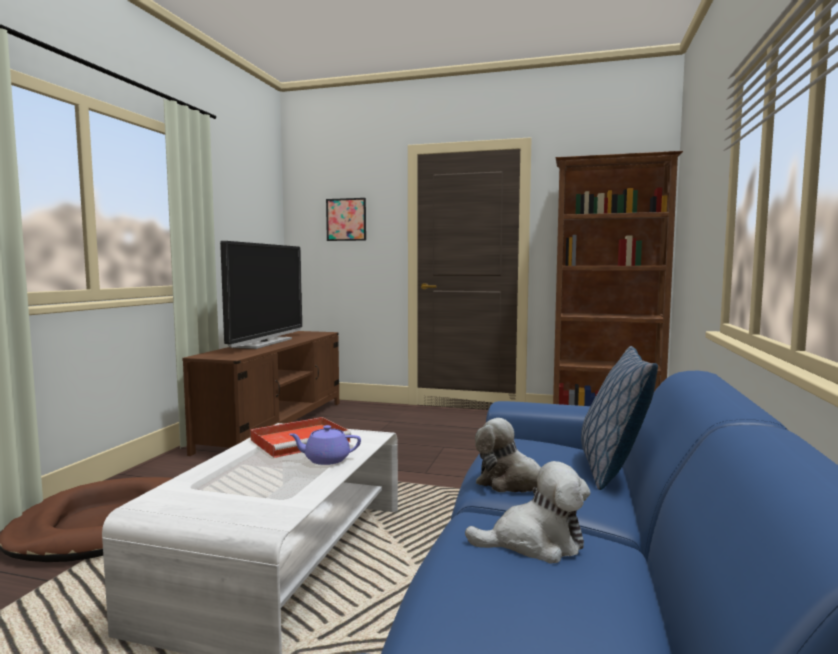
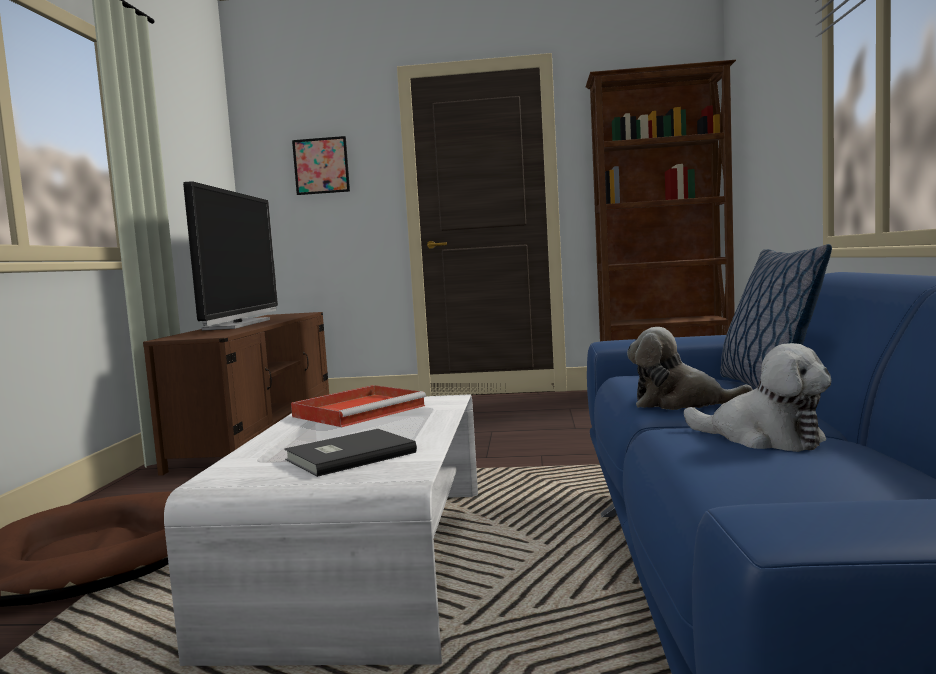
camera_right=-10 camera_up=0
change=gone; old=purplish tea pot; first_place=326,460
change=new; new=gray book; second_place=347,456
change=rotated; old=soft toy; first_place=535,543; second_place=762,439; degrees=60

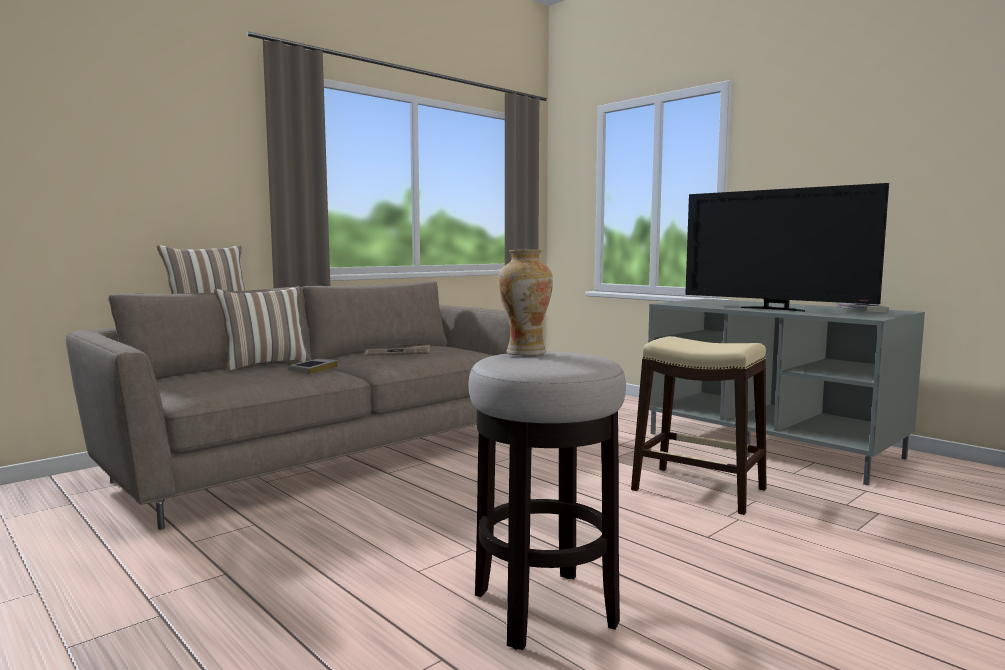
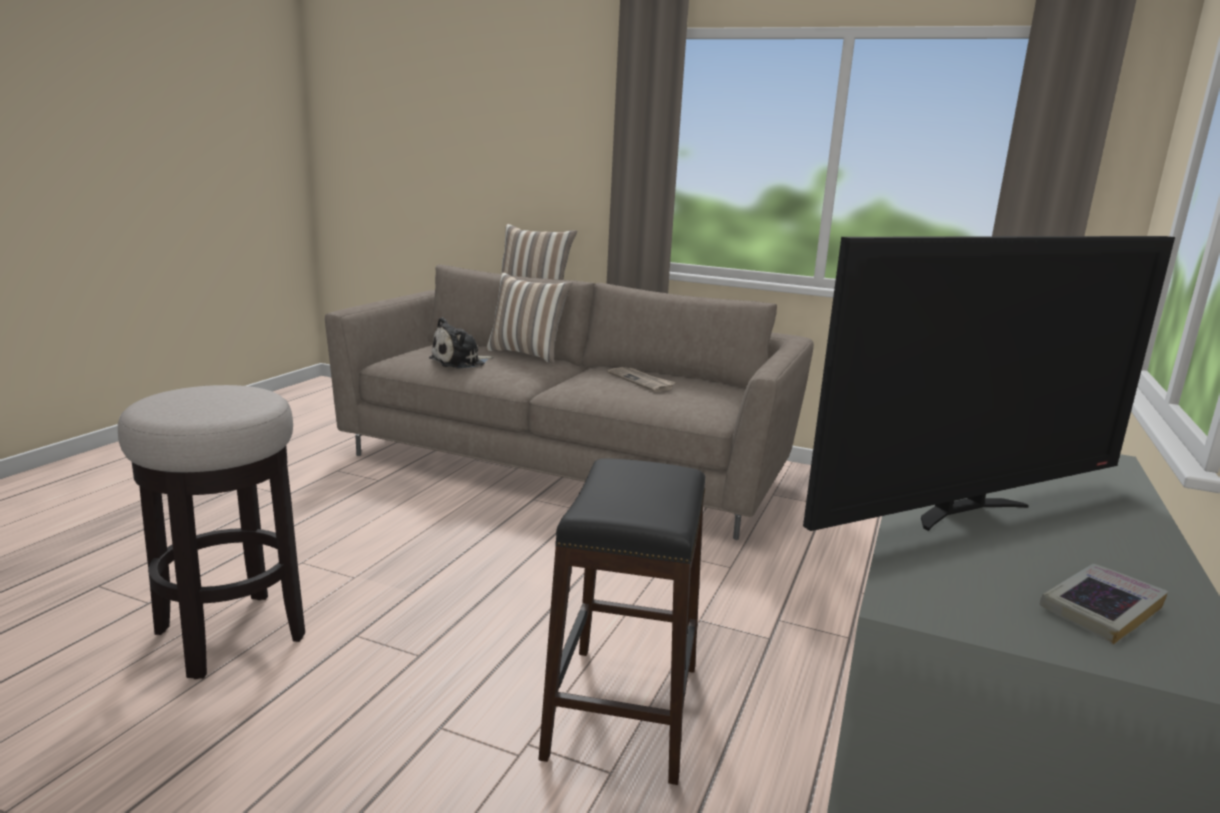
camera_right=65 camera_up=10
change=gone; old=book; first_place=313,370
change=gone; old=vase; first_place=524,353
change=new; new=soft toy; second_place=460,362
change=repainted; old=beige-coloured stool seat; new=black-coloured stool seat; first_place=698,489; second_place=625,710
change=rotated; old=TV; first_place=774,309; second_place=966,511; degrees=-135

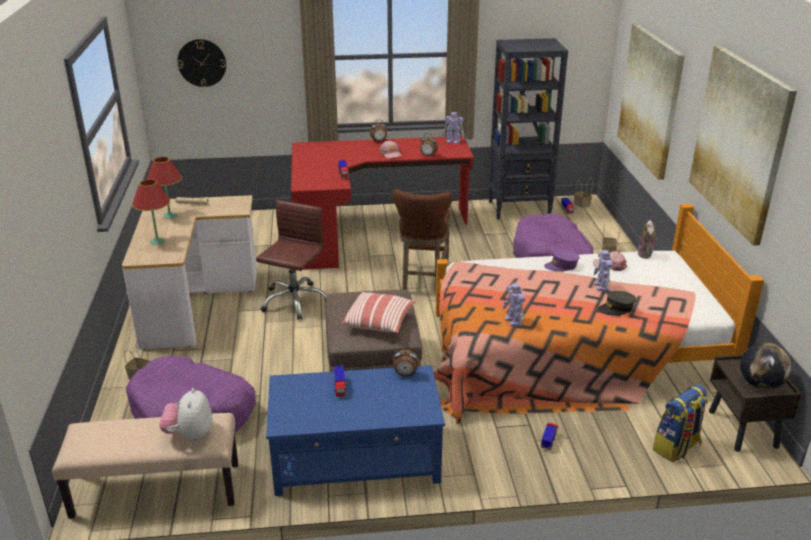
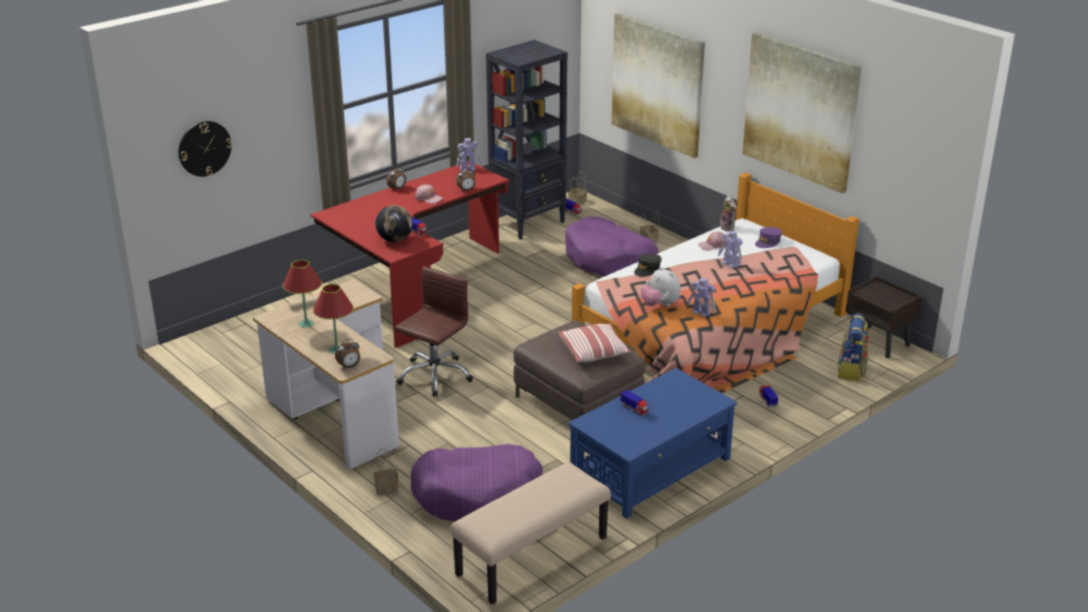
camera_right=-35 camera_up=0
change=gone; old=brown stool seat; first_place=423,281
change=shifted; old=soft toy; first_place=190,434; second_place=660,305
change=shifted; old=table clock; first_place=405,375; second_place=349,366
change=shifted; old=purplish peaked cap; first_place=561,266; second_place=768,242
change=shifted; old=gray peaked cap; first_place=616,309; second_place=647,269
change=shifted; old=globe; first_place=760,384; second_place=395,240
change=rotated; old=brown computer chair; first_place=294,301; second_place=434,375; degrees=45

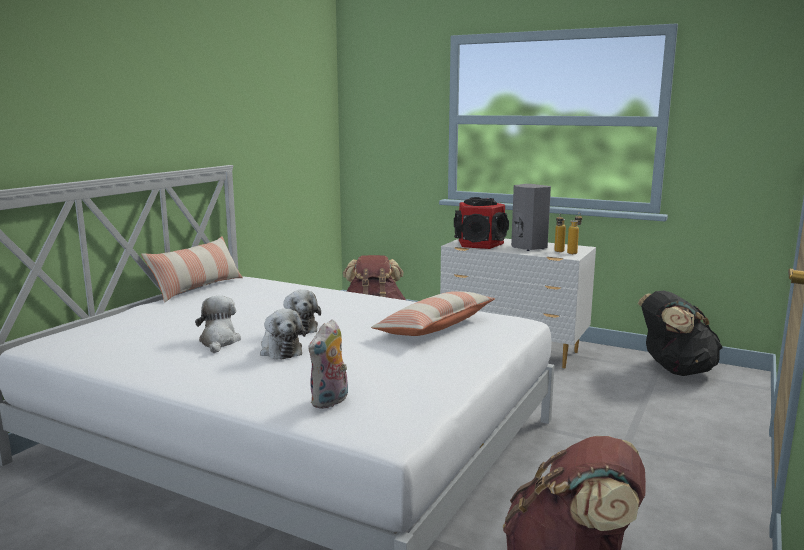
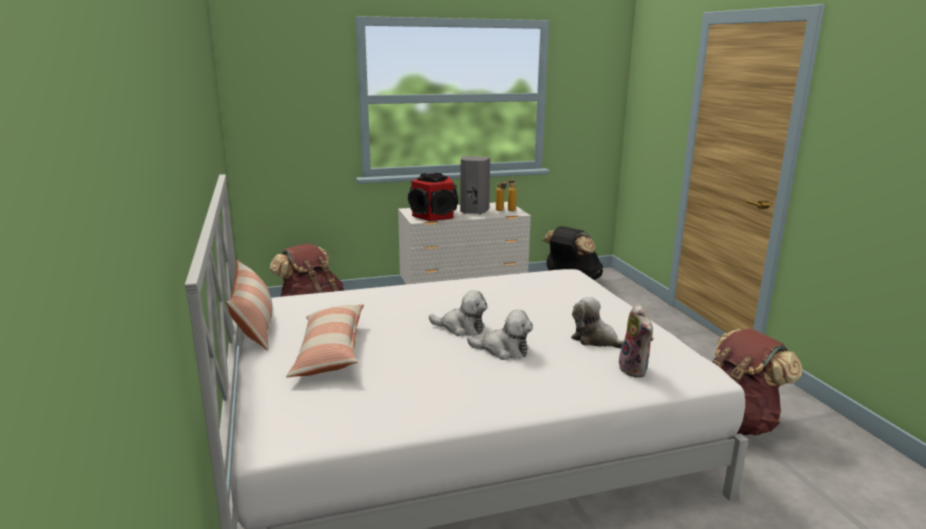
camera_right=-45 camera_up=5
change=shifted; old=soft toy; first_place=219,342; second_place=596,340
change=shifted; old=throw pillow; first_place=435,327; second_place=330,352

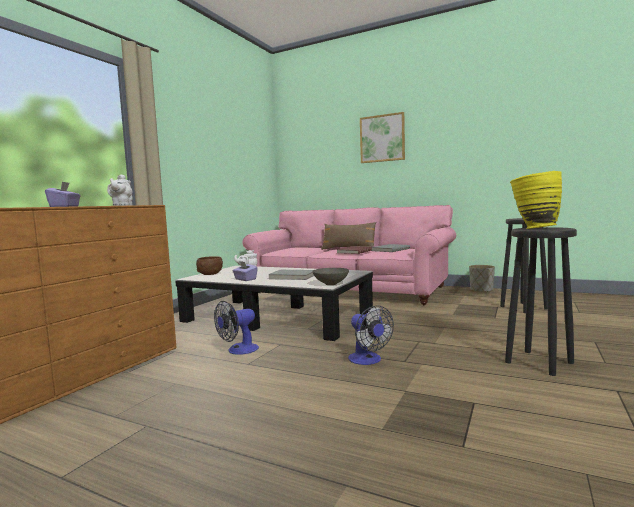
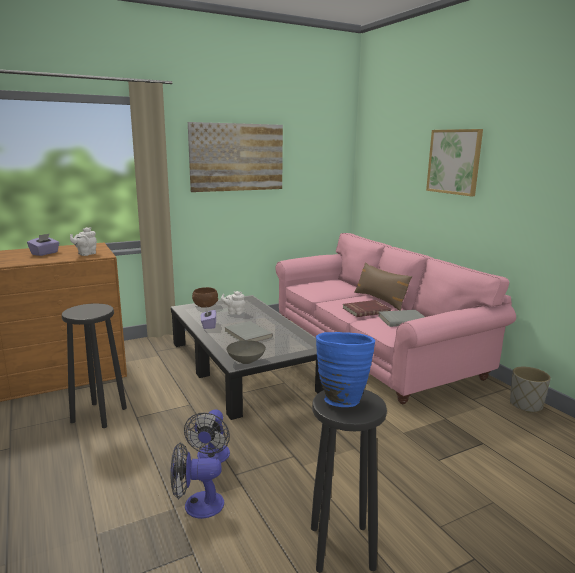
camera_right=35 camera_up=10
change=new; new=wall art; second_place=237,157
change=shifted; old=cooling fan; first_place=238,350; second_place=196,505
change=shifted; old=black-coloured stool seat; first_place=524,307; second_place=99,415
change=repainted; old=yellow vase; new=bluish vase; first_place=534,228; second_place=341,398

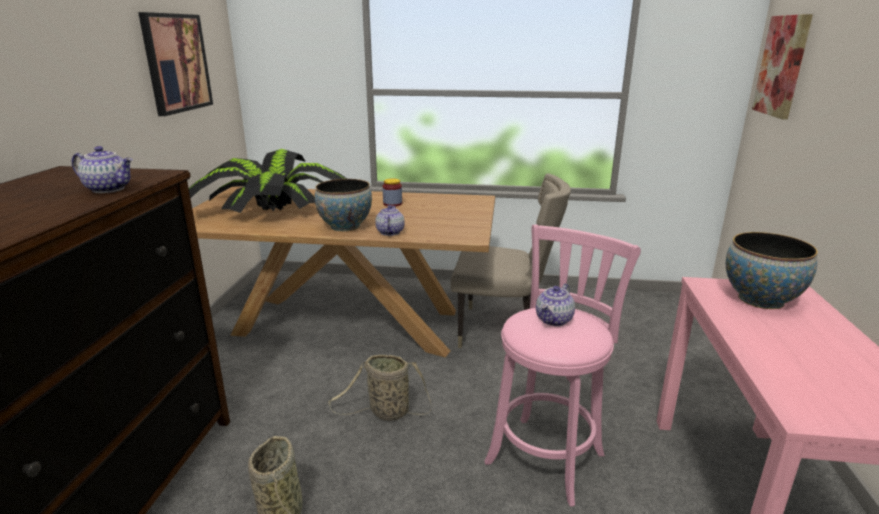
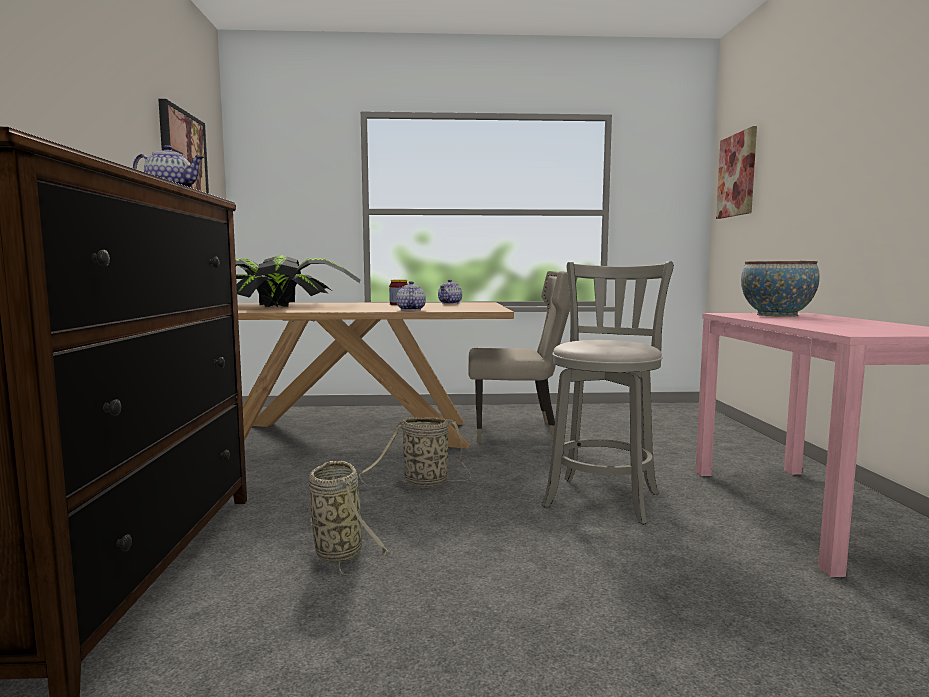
camera_right=-10 camera_up=-15
change=gone; old=serving bowl; first_place=345,226
change=shifted; old=tea pot; first_place=554,320; second_place=450,303
change=repainted; old=pink stool seat; new=gray stool seat; first_place=547,455; second_place=603,497

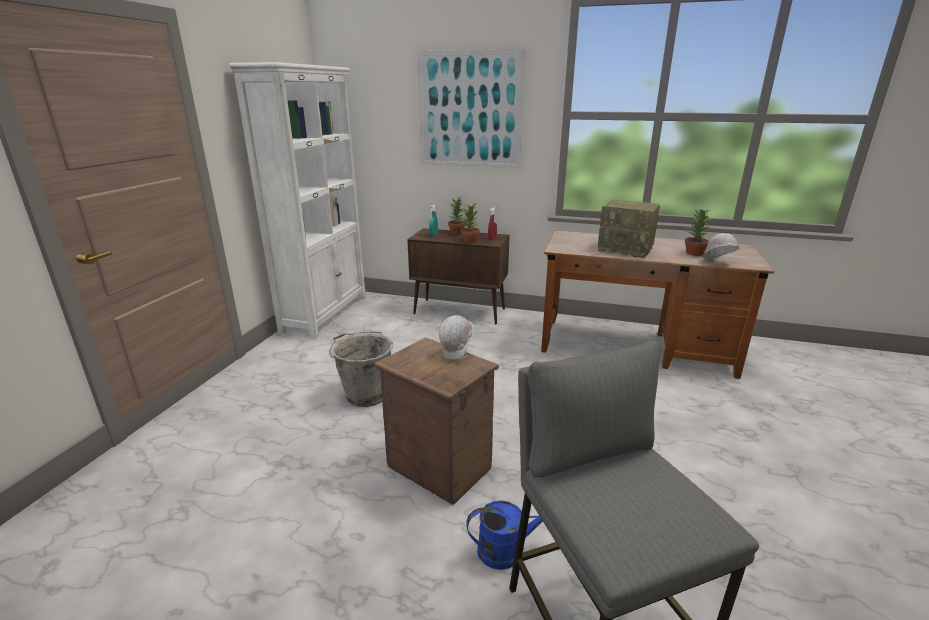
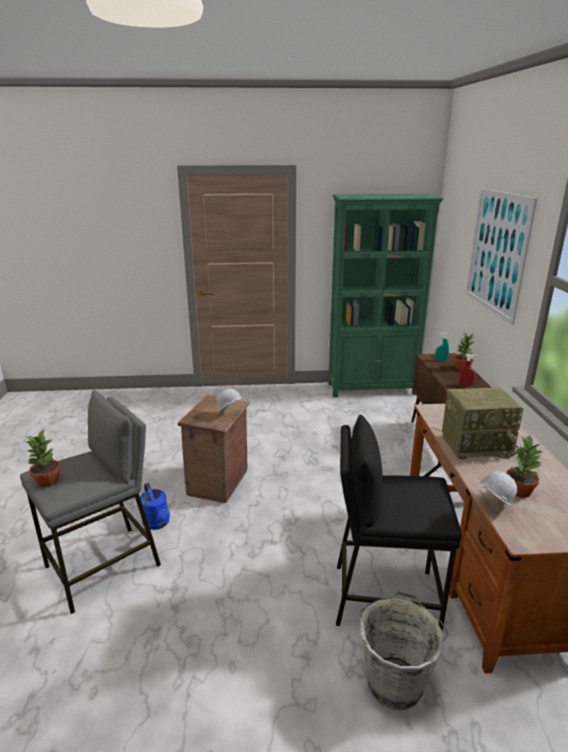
camera_right=70 camera_up=0
change=new; new=black-coloured stool seat; second_place=384,597
change=shifted; old=gray bucket; first_place=365,394; second_place=395,681
change=shifted; old=plant in a pot; first_place=470,241; second_place=47,481
change=repainted; old=whitish bookshelf; new=greenish bookshelf; first_place=326,313; second_place=372,388
change=rotated; old=radio set; first_place=626,249; second_place=476,445; degrees=-105

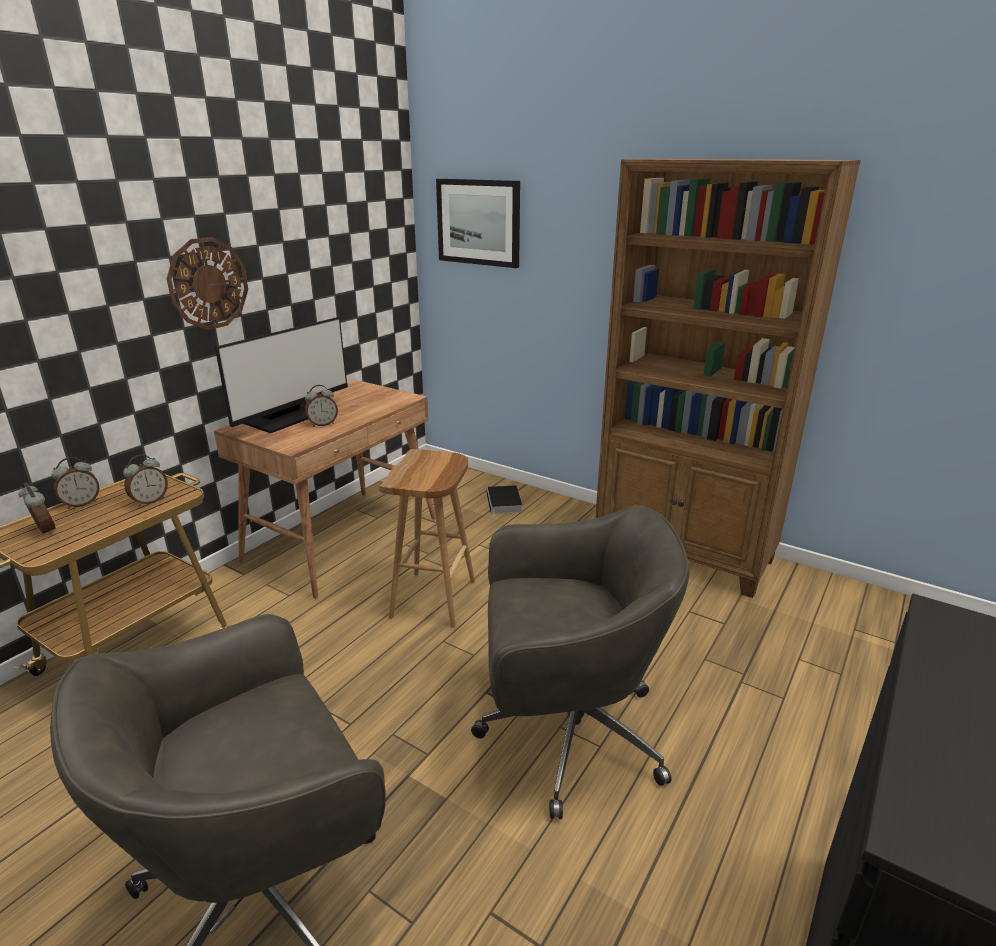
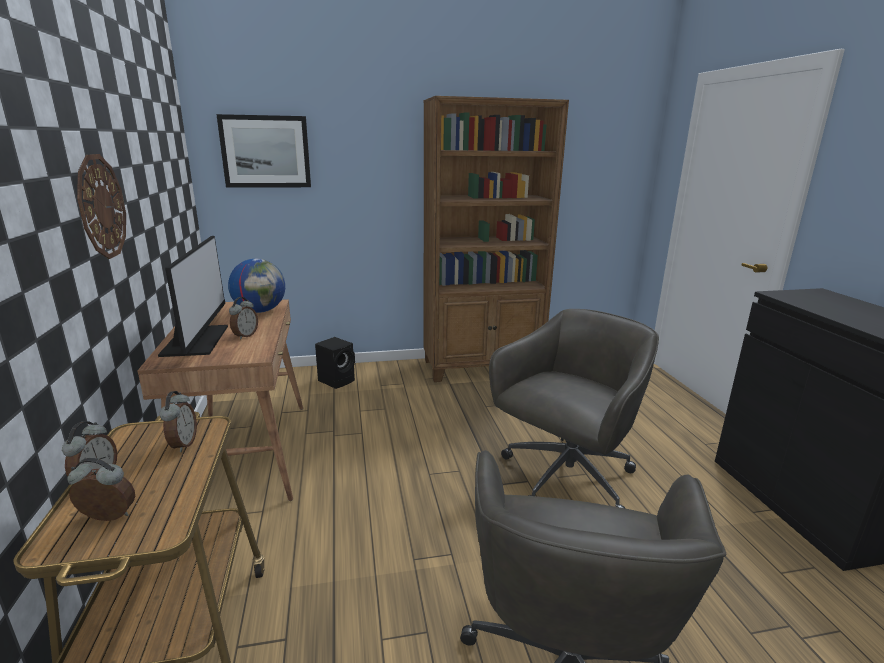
camera_right=-45 camera_up=-5
change=gone; old=brown stool seat; first_place=434,599
change=new; new=globe; second_place=260,311
change=swapped; old=book; new=black-coloured loudspeaker; first_place=504,503; second_place=337,380

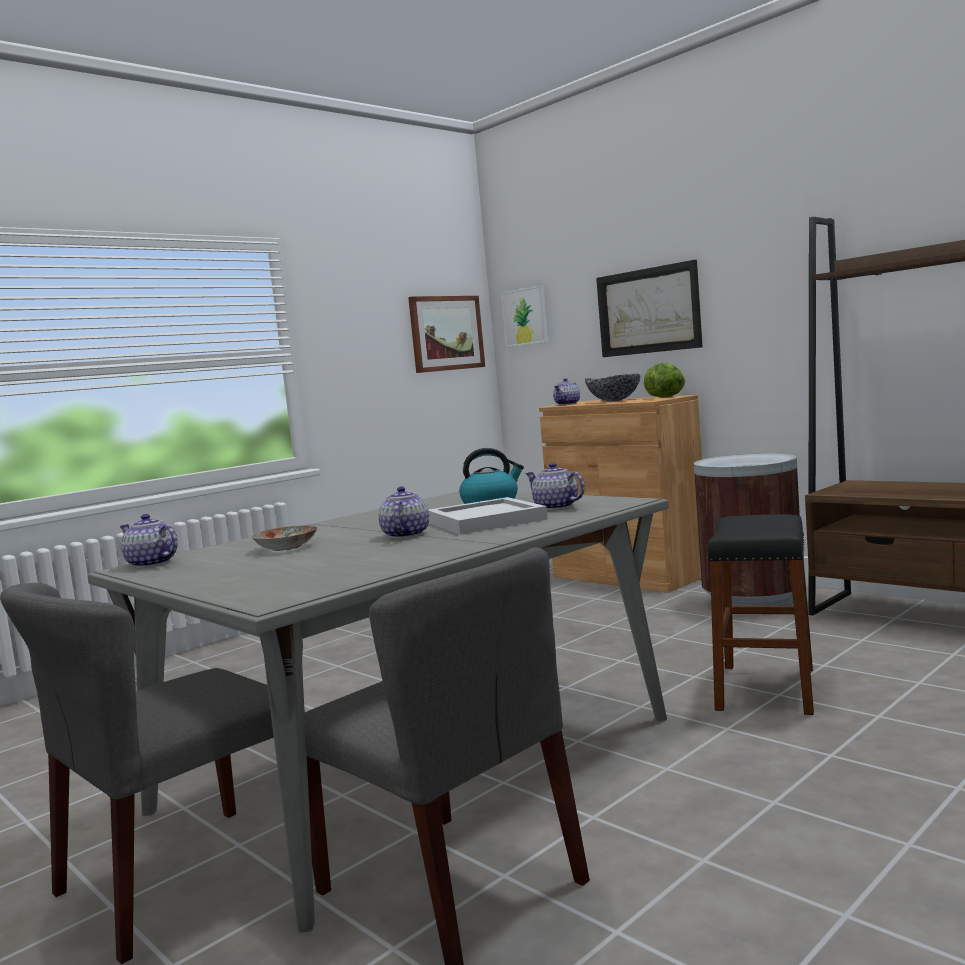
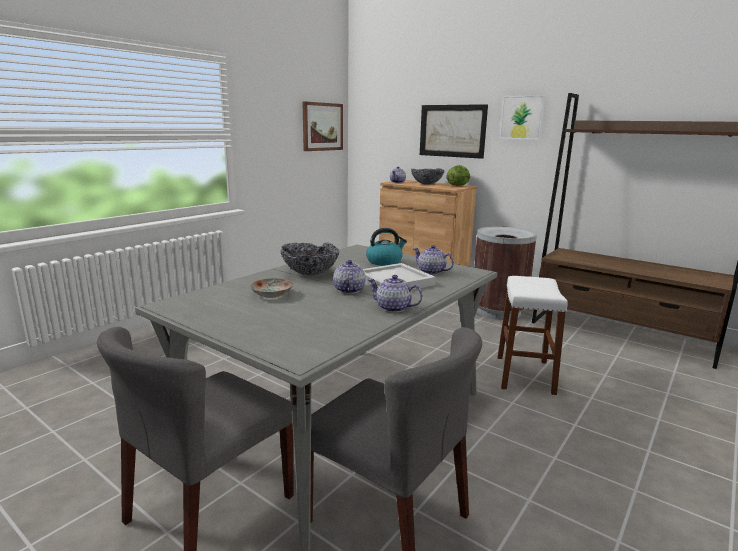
camera_right=-10 camera_up=10
change=new; new=serving bowl; second_place=311,273
change=shifted; old=tea pot; first_place=151,563; second_place=393,308
change=shifted; old=wall art; first_place=525,317; second_place=522,117
change=repainted; old=black-coloured stool seat; new=whitish stool seat; first_place=766,689; second_place=524,375

